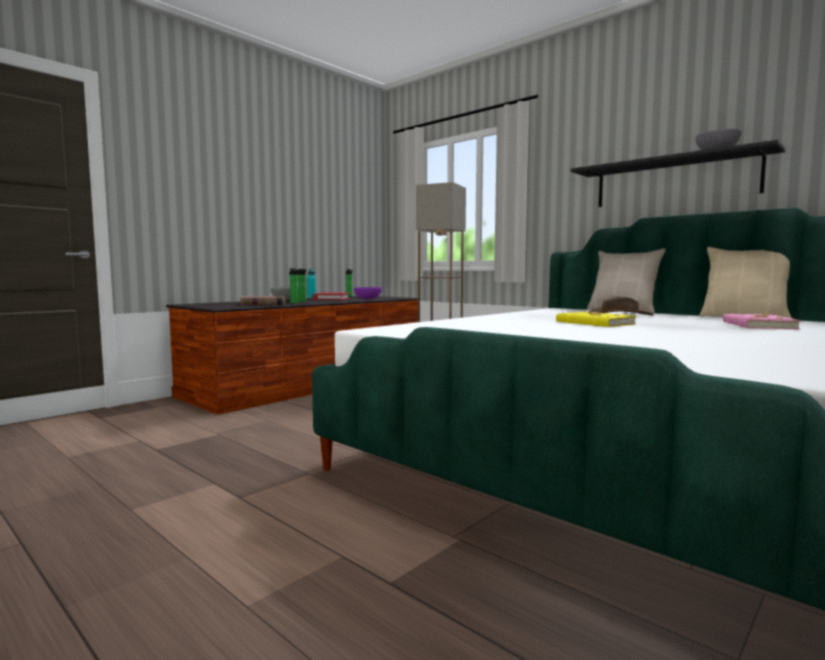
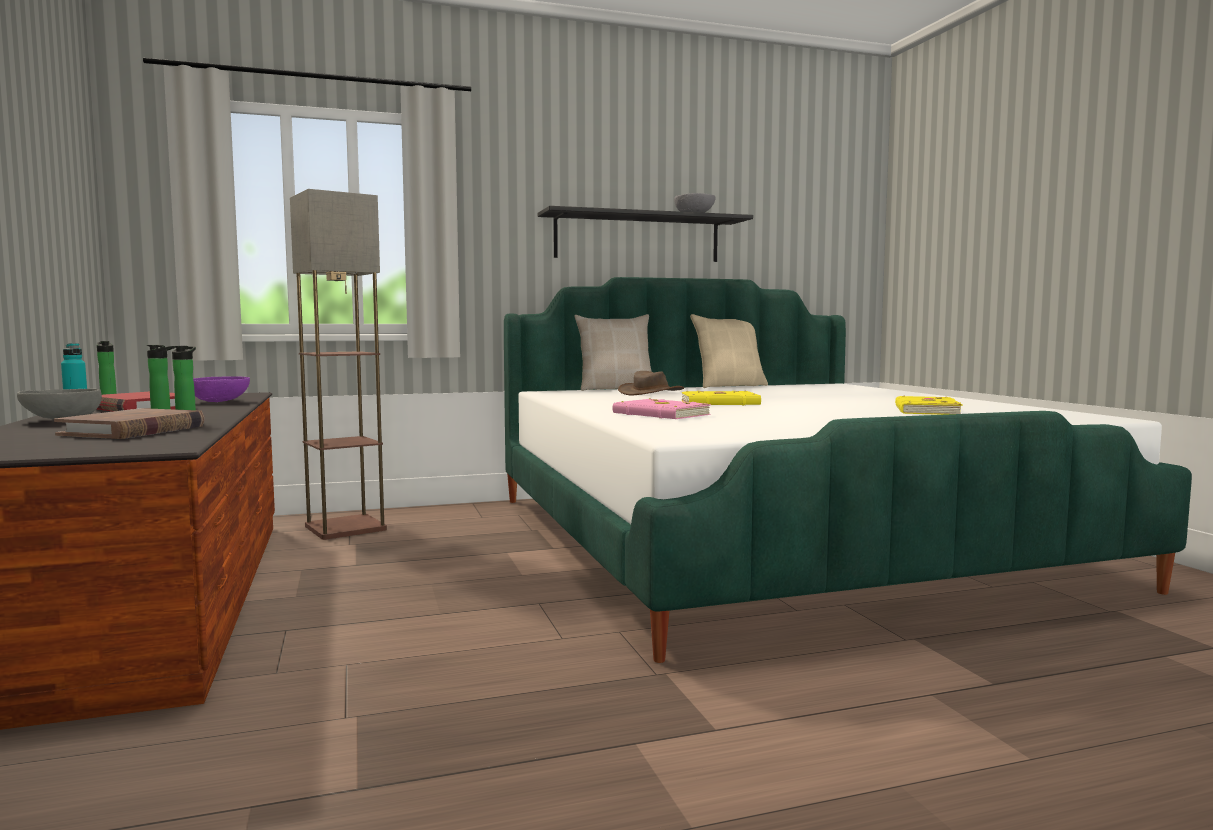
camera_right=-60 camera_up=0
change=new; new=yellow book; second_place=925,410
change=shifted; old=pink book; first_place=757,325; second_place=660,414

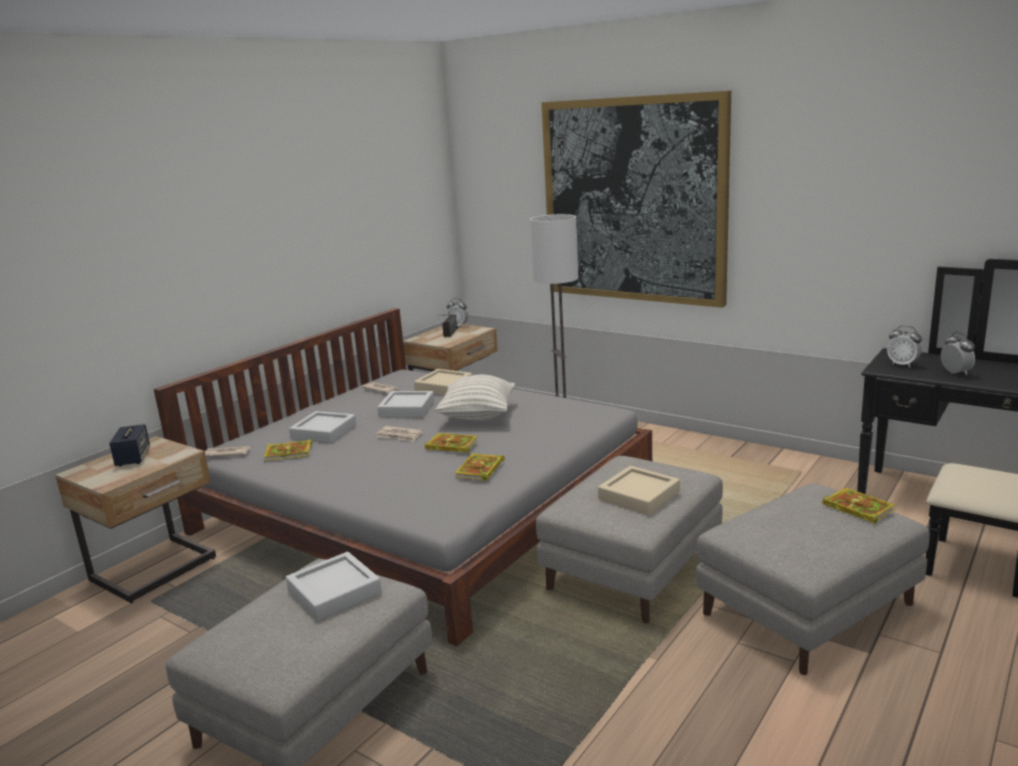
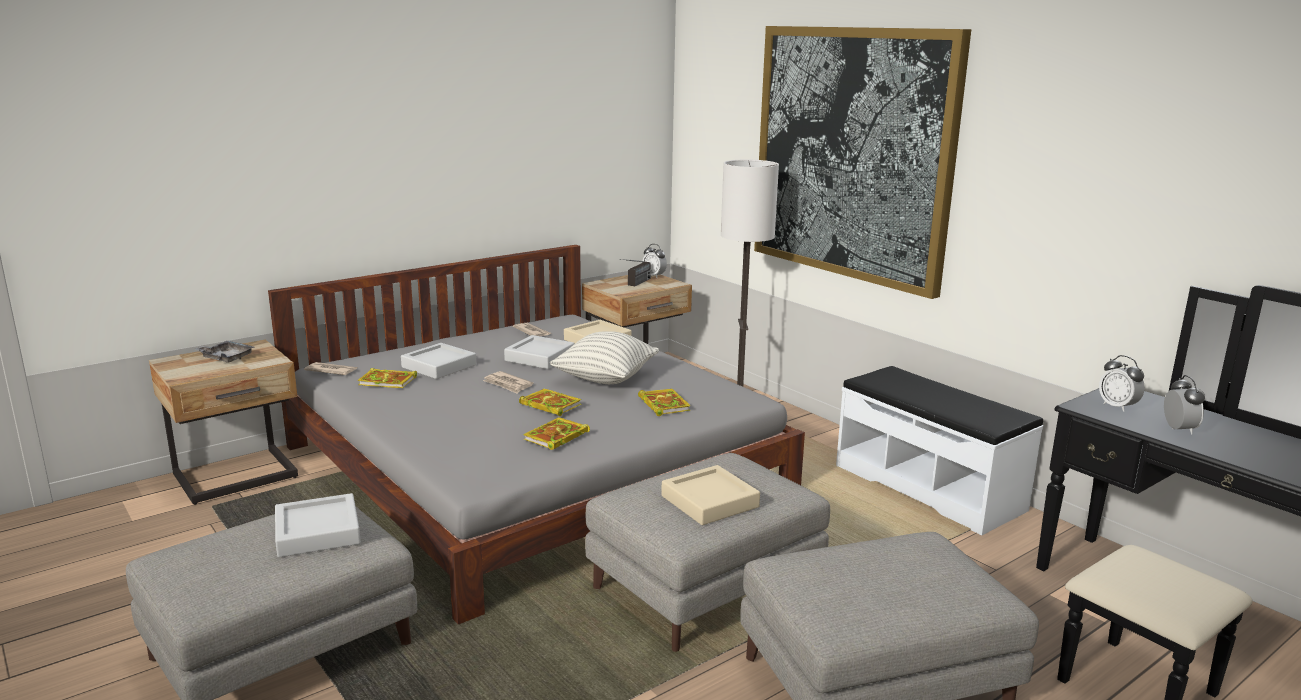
camera_right=15 camera_up=0
change=new; new=whitish indoor bench; second_place=928,487
change=shifted; old=book; first_place=856,508; second_place=663,404
change=swapped; old=loudspeaker; new=gray serving tray; first_place=133,458; second_place=226,357

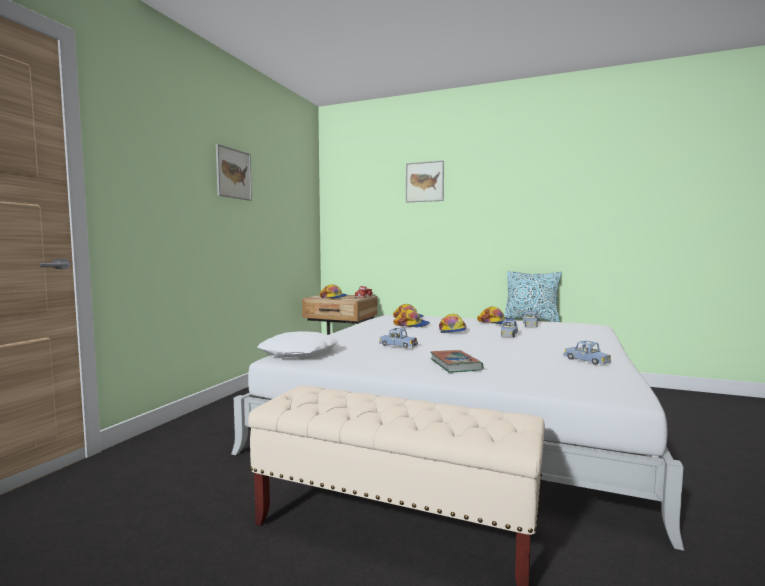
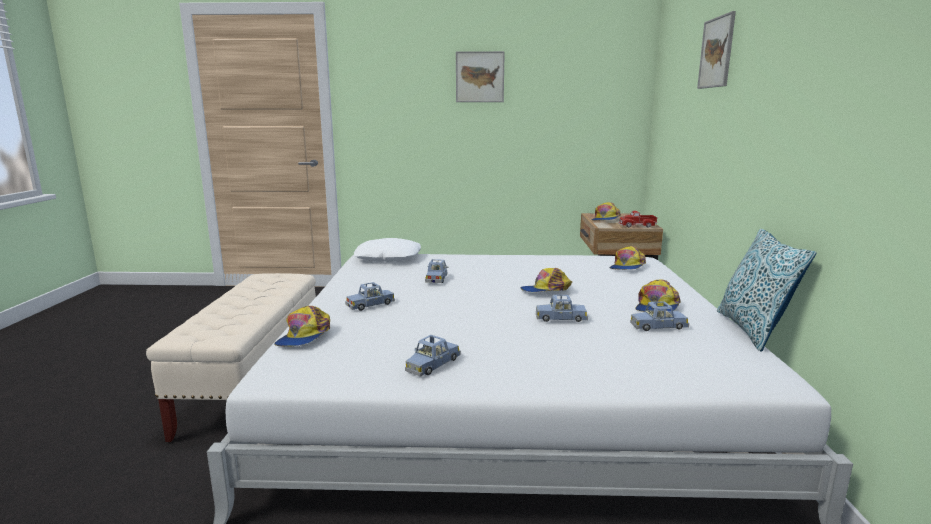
camera_right=70 camera_up=10
change=shifted; old=peaked cap; first_place=412,325; second_place=304,337
change=swapped; old=book; new=bluish miniature car; first_place=455,365; second_place=370,305

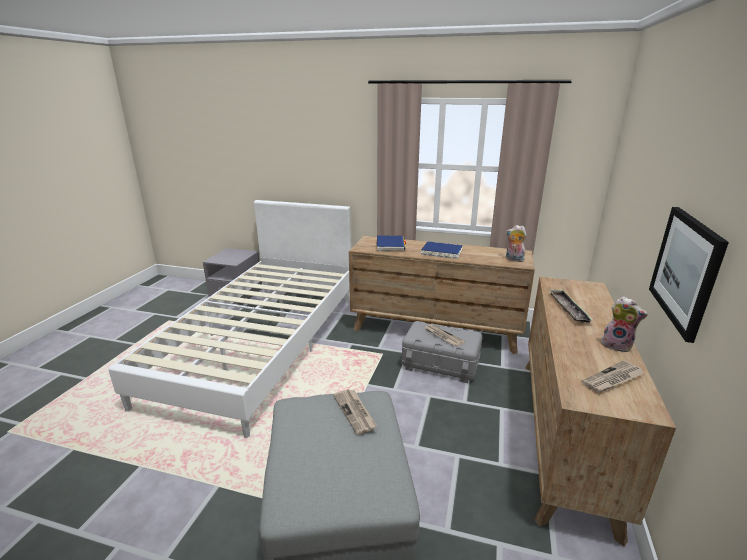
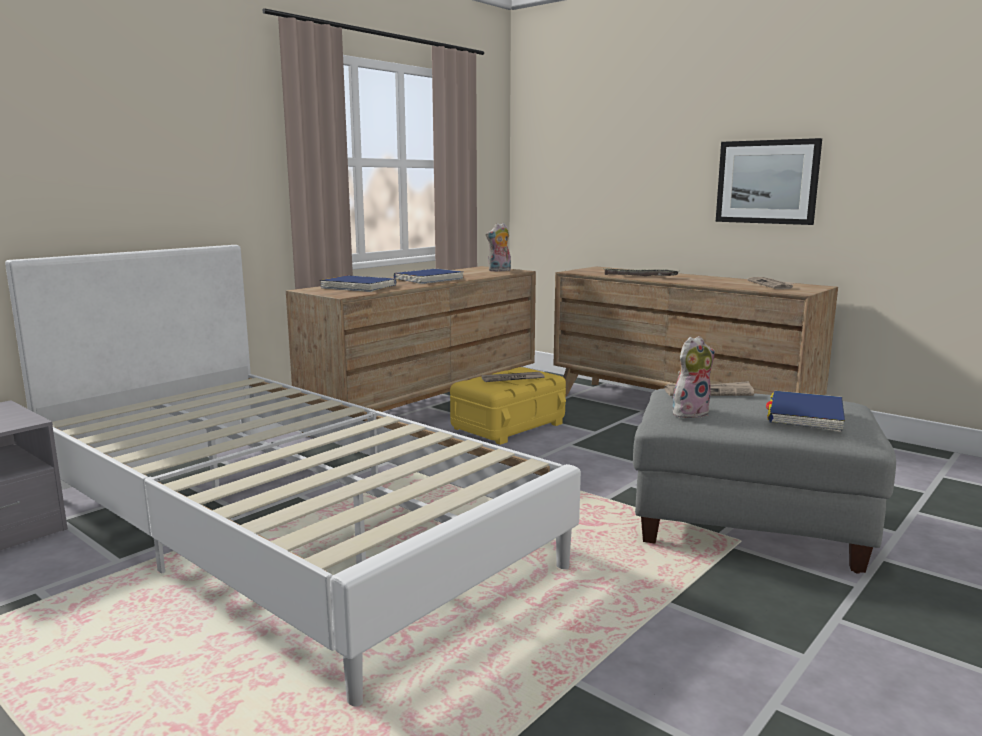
camera_right=-65 camera_up=-10
change=new; new=bluish book; second_place=805,415
change=shifted; old=soft toy; first_place=617,345; second_place=690,412
change=repainted; old=gray storage bin; new=yellow storage bin; first_place=440,364; second_place=509,426

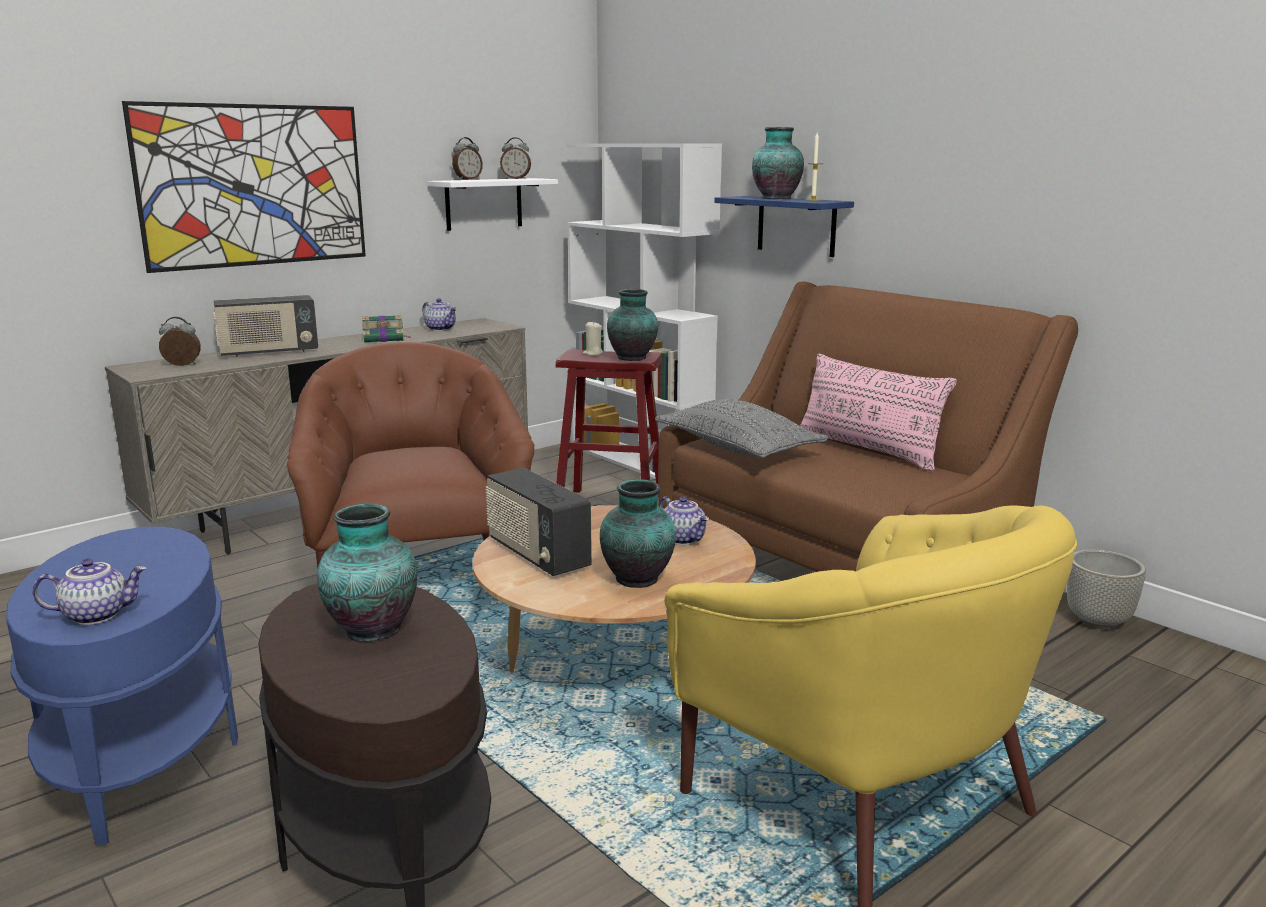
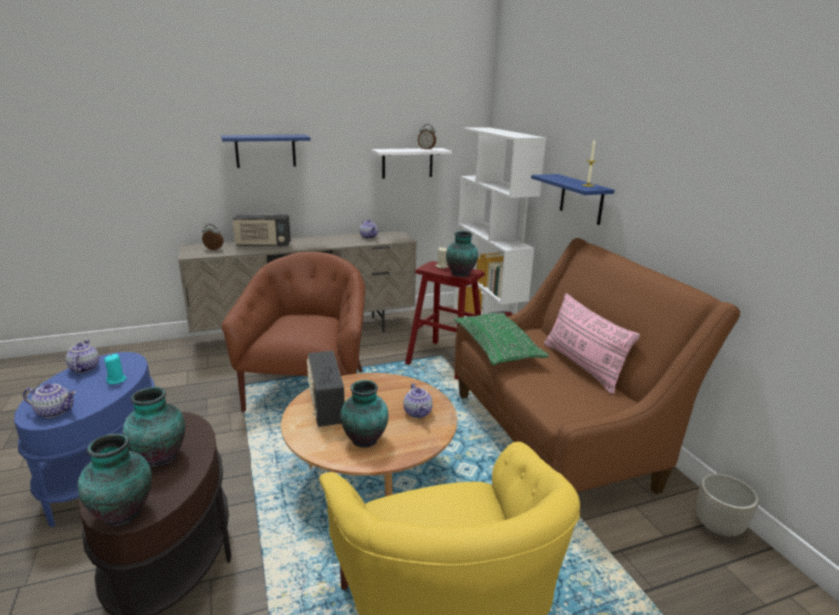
camera_right=20 camera_up=5
change=gone; old=book; first_place=385,339
change=gone; old=table clock; first_place=467,179
change=new; new=tea pot; second_place=84,368
change=new; new=blue-green wax candle; second_place=117,380
change=shifted; old=vase; first_place=776,198; second_place=124,512
change=swapped; old=wall art; new=bluish shelf; first_place=254,185; second_place=265,151
change=repainted; old=gray throw pillow; new=greenish throw pillow; first_place=738,449; second_place=497,349

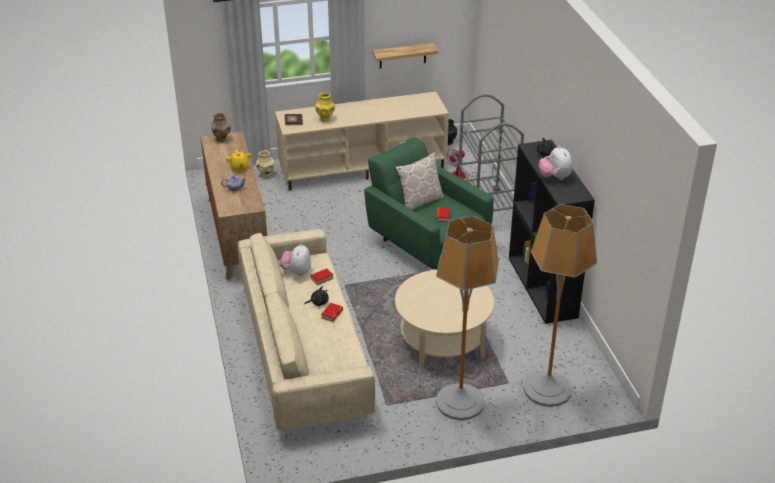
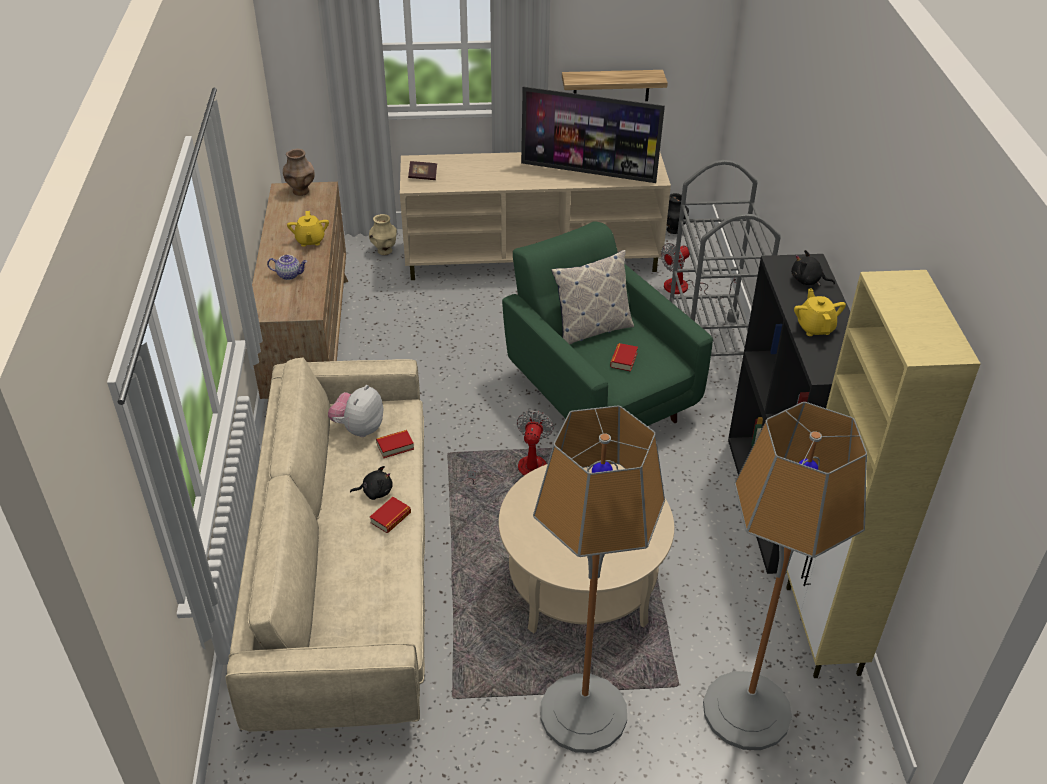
camera_right=10 camera_up=5
change=gone; old=yellow vase; first_place=325,119
change=new; new=cooling fan; second_place=522,471
change=new; new=TV; second_place=588,172
change=new; new=beige-coloured storage cabinet; second_place=822,631
change=swapped; old=soft toy; new=yellow tea pot; first_place=554,177; second_place=815,327

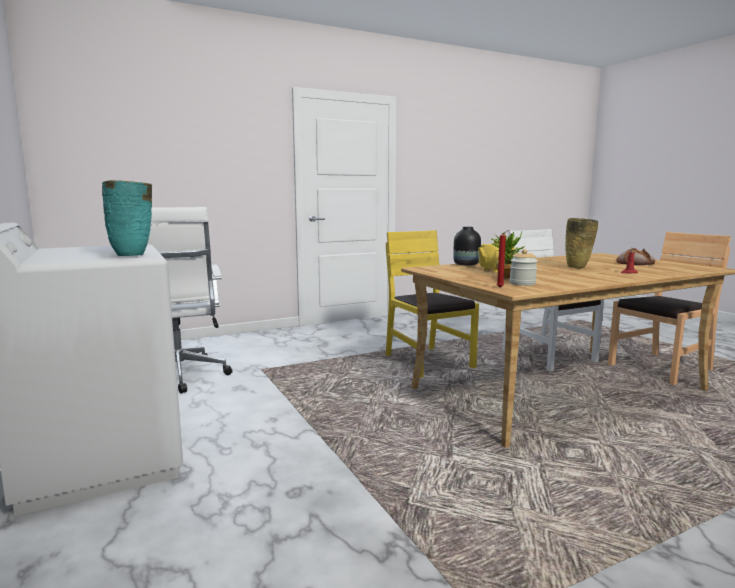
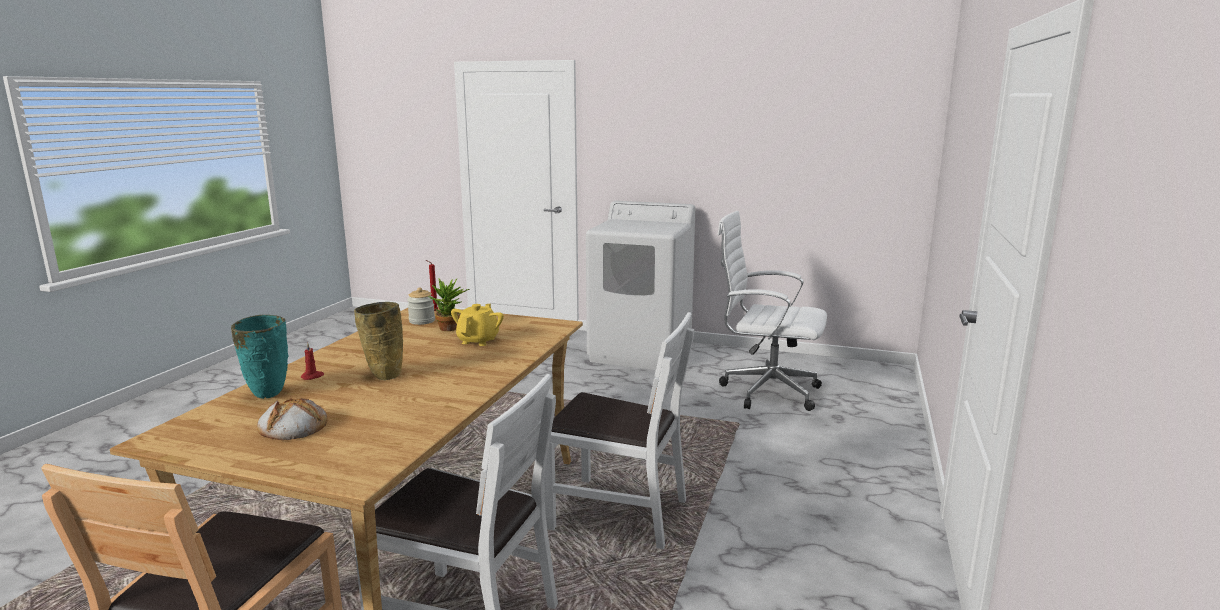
camera_right=135 camera_up=5
change=gone; old=black-coloured vase; first_place=466,264
change=shifted; old=blue-green vase; first_place=133,255; second_place=267,395
change=repainted; old=yellow upright chair; new=whitish upright chair; first_place=428,362; second_place=618,513

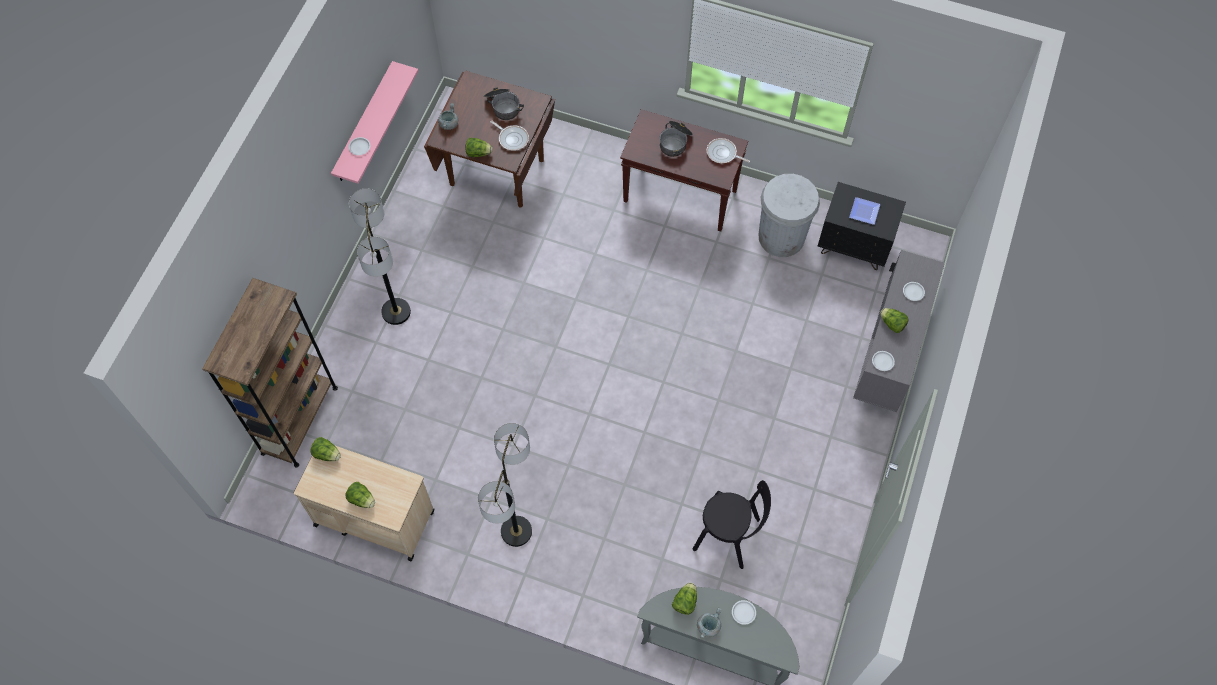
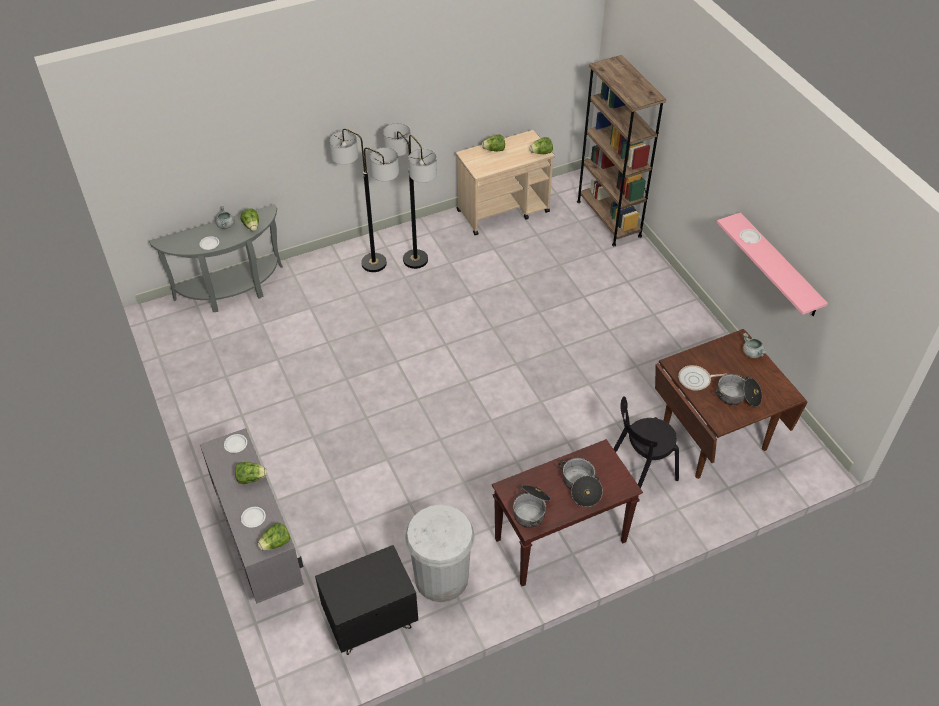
camera_right=135 camera_up=-15
change=gone; old=plate; first_place=863,211
change=shifted; old=standing lamp; first_place=396,311; second_place=374,263
change=shifted; old=head of lettuce; first_place=478,153; second_place=275,543
change=shifted; old=black-coloured upright chair; first_place=729,536; second_place=640,470
change=swapped; old=pan; new=cooking pot; first_place=723,154; second_place=531,510

